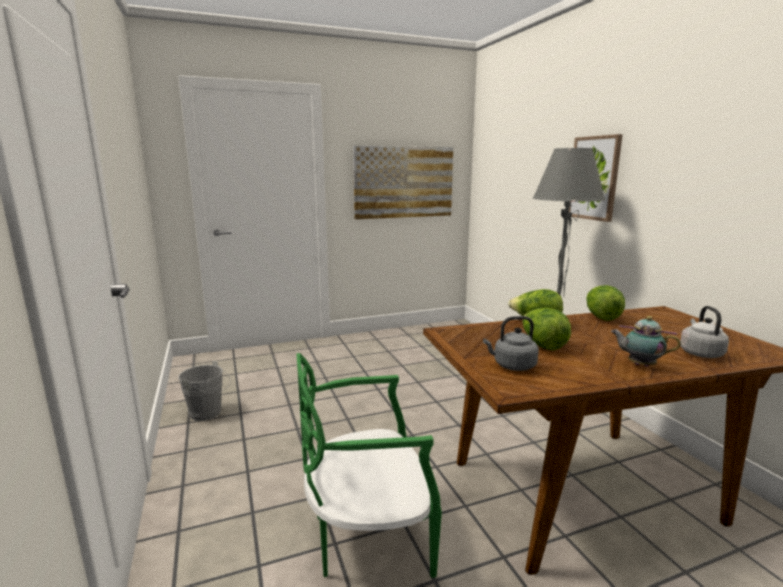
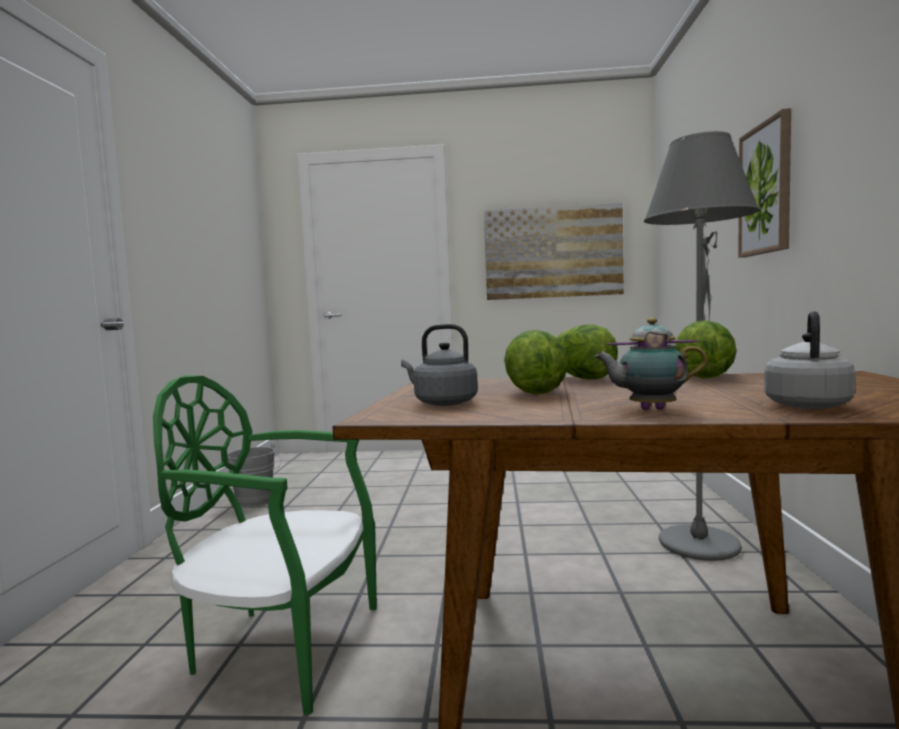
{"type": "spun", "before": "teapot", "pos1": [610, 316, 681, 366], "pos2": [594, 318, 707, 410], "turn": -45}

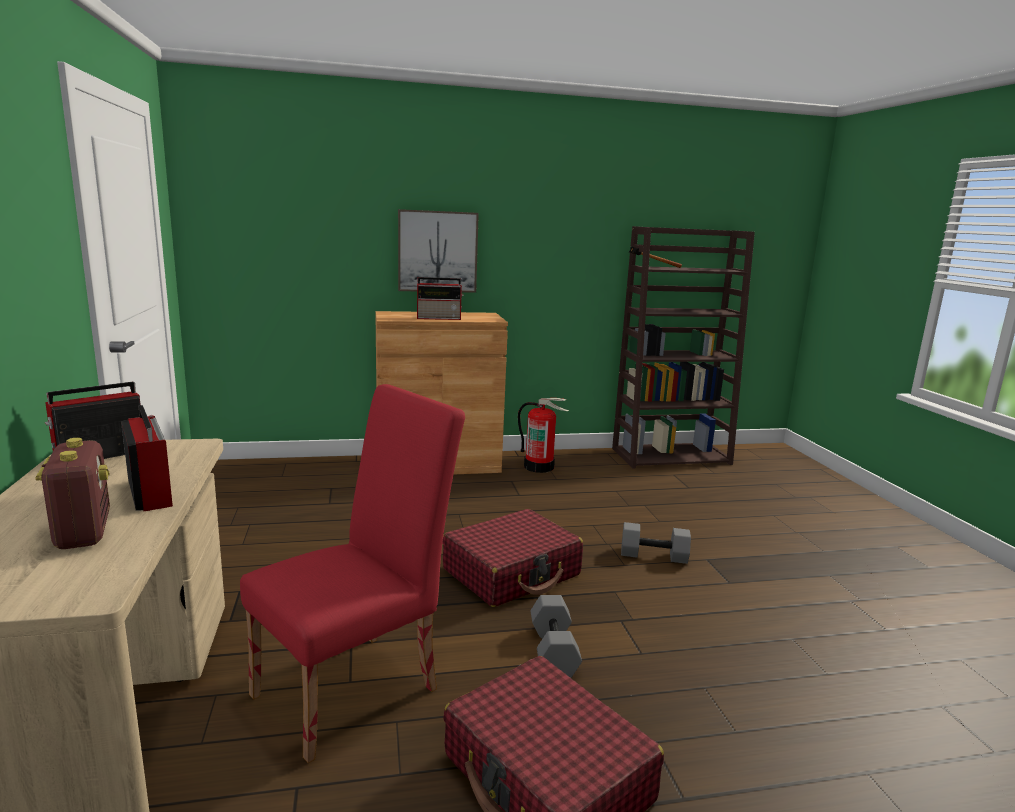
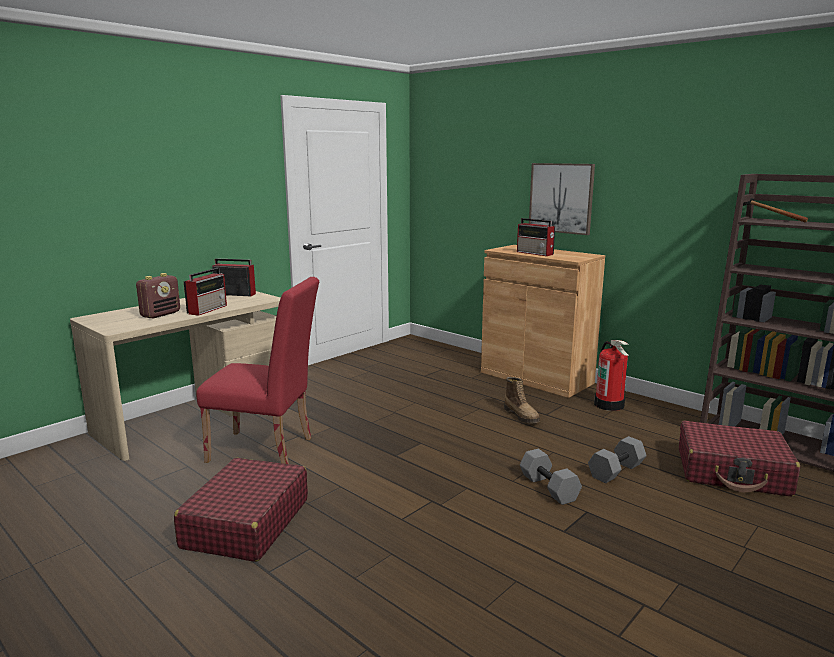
{"type": "appeared", "after": "boot", "pos2": [504, 377, 540, 423]}
{"type": "relocated", "before": "dumbbell in grey", "pos1": [530, 595, 582, 678], "pos2": [588, 436, 647, 483]}
{"type": "relocated", "before": "suitcase in red", "pos1": [442, 509, 583, 607], "pos2": [679, 421, 800, 497]}

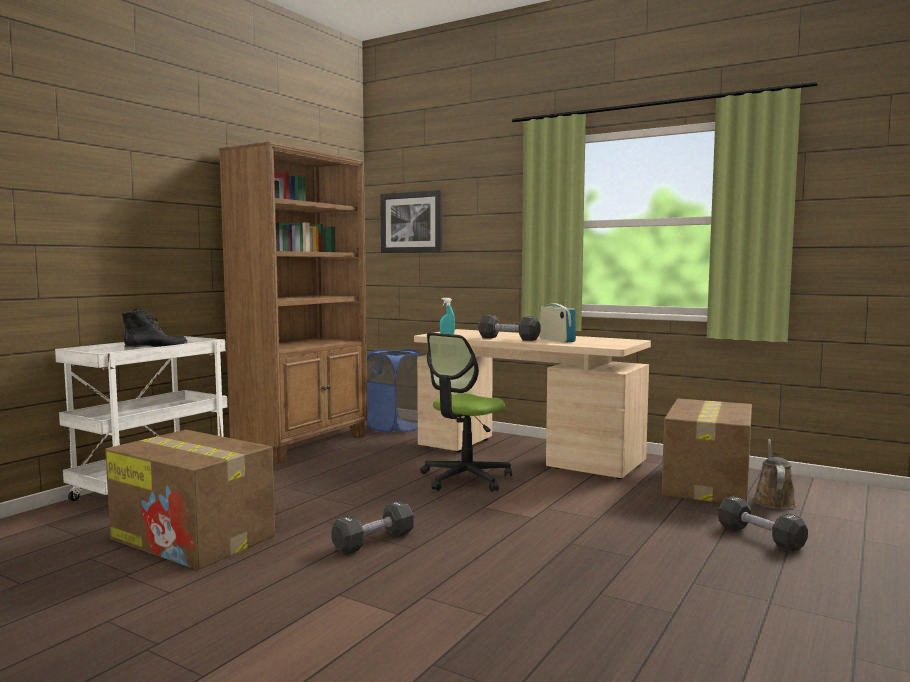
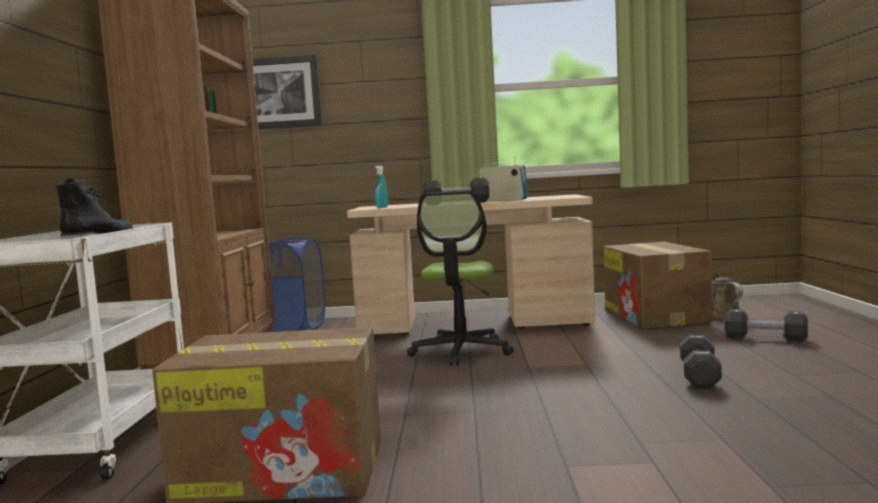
{"type": "relocated", "before": "dumbbell in black", "pos1": [331, 501, 414, 555], "pos2": [680, 335, 722, 388]}

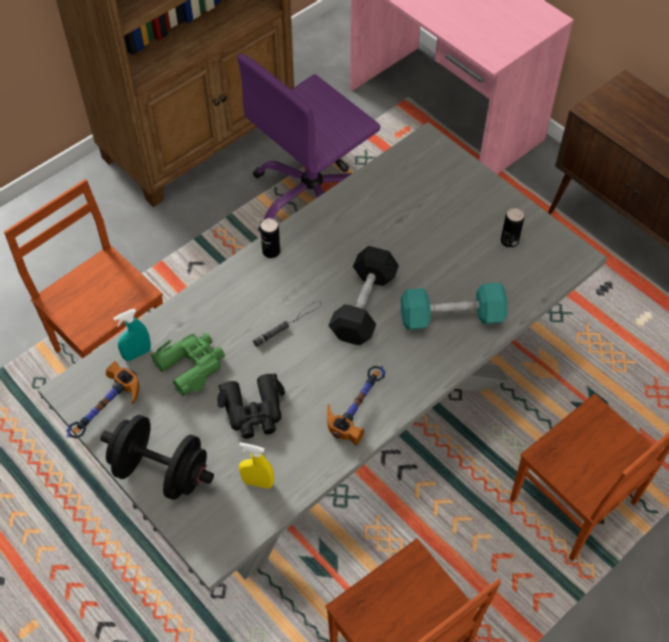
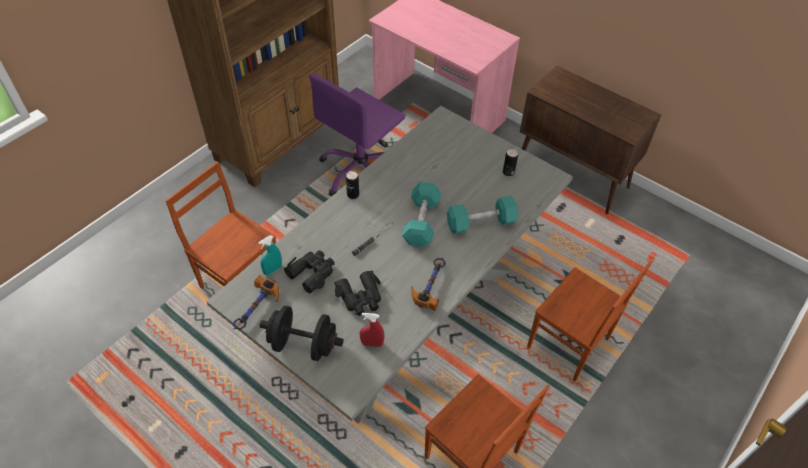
{"type": "colour", "before": "binoculars in green", "after": "binoculars in black", "pos1": [151, 333, 225, 396], "pos2": [283, 250, 335, 293]}
{"type": "colour", "before": "spray bottle in yellow", "after": "spray bottle in red", "pos1": [239, 442, 274, 489], "pos2": [360, 313, 384, 347]}
{"type": "colour", "before": "dumbbell in black", "after": "dumbbell in turquoise", "pos1": [328, 246, 399, 345], "pos2": [402, 182, 442, 247]}

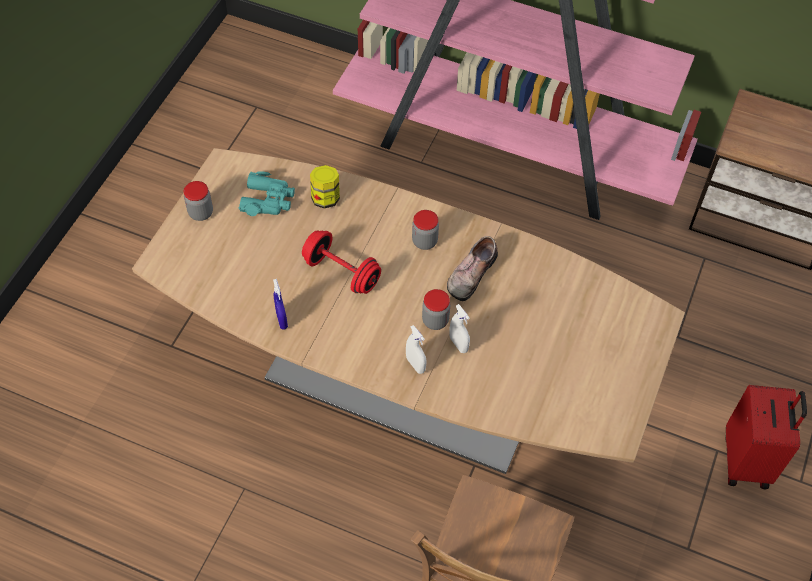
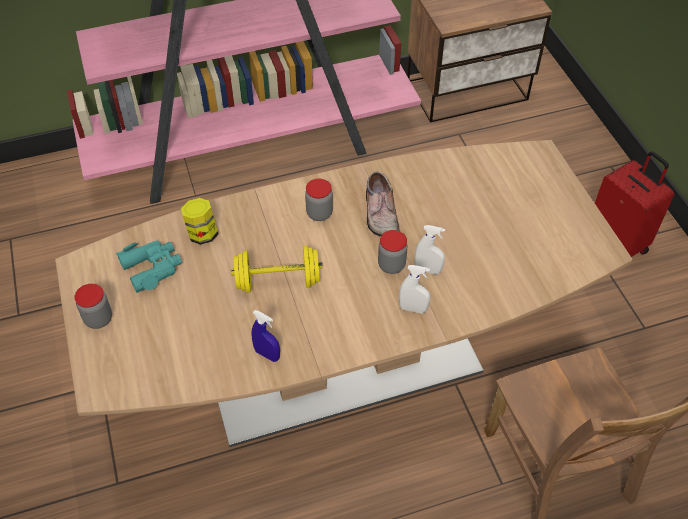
{"type": "colour", "before": "dumbbell in red", "after": "dumbbell in yellow", "pos1": [302, 230, 381, 294], "pos2": [231, 246, 322, 293]}

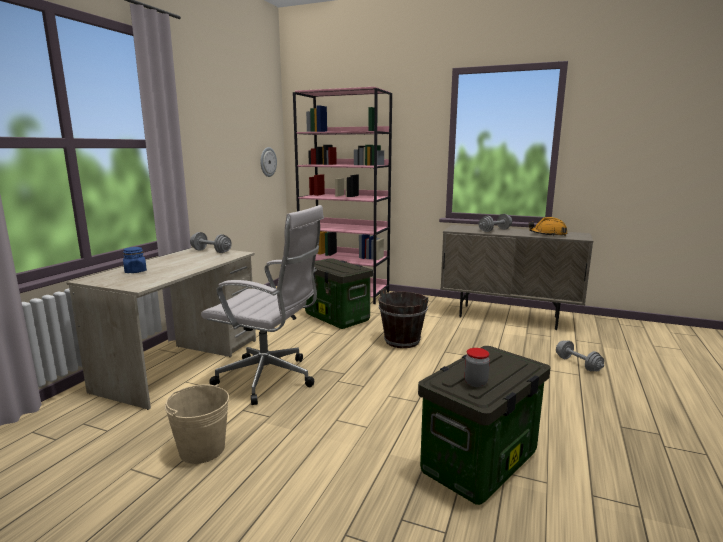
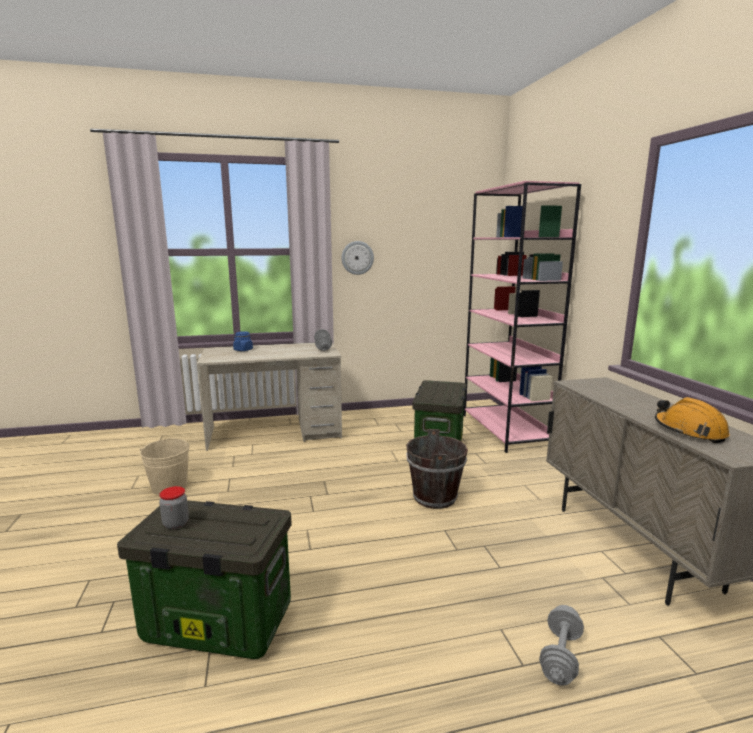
{"type": "relocated", "before": "wall clock", "pos1": [261, 147, 277, 177], "pos2": [341, 241, 374, 275]}
{"type": "missing", "before": "office chair in white", "pos1": [201, 205, 324, 405]}
{"type": "missing", "before": "dumbbell in grey", "pos1": [478, 214, 512, 232]}

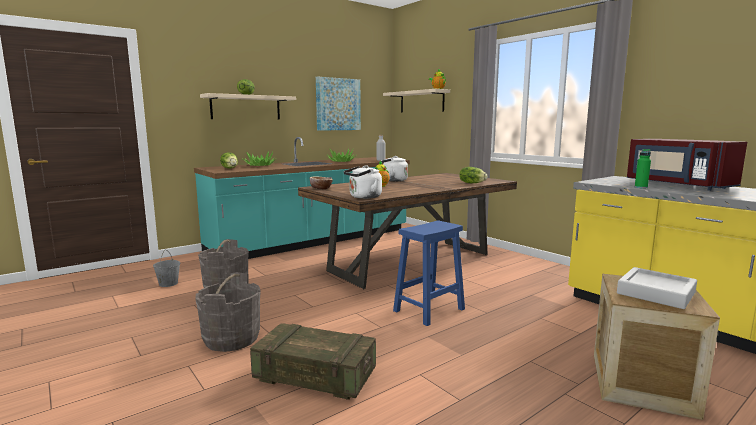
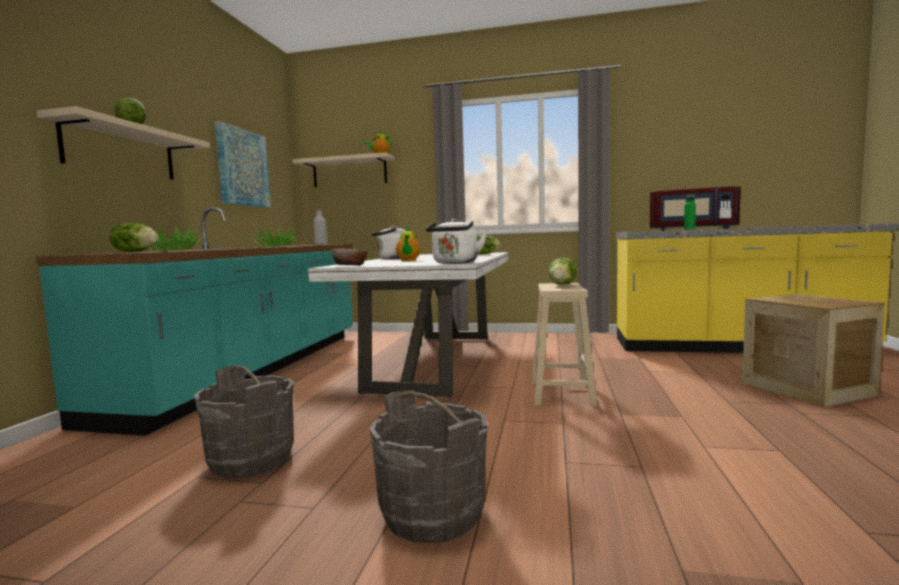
{"type": "colour", "before": "dining table in brown", "after": "dining table in white", "pos1": [298, 173, 517, 290], "pos2": [308, 252, 508, 397]}
{"type": "colour", "before": "stool in blue", "after": "stool in beige", "pos1": [393, 221, 465, 326], "pos2": [532, 283, 597, 407]}
{"type": "appeared", "after": "lettuce", "pos2": [549, 257, 577, 285]}
{"type": "missing", "before": "bucket in grey", "pos1": [153, 250, 180, 287]}
{"type": "missing", "before": "crate", "pos1": [250, 323, 376, 400]}
{"type": "missing", "before": "tray in grey", "pos1": [617, 267, 697, 309]}

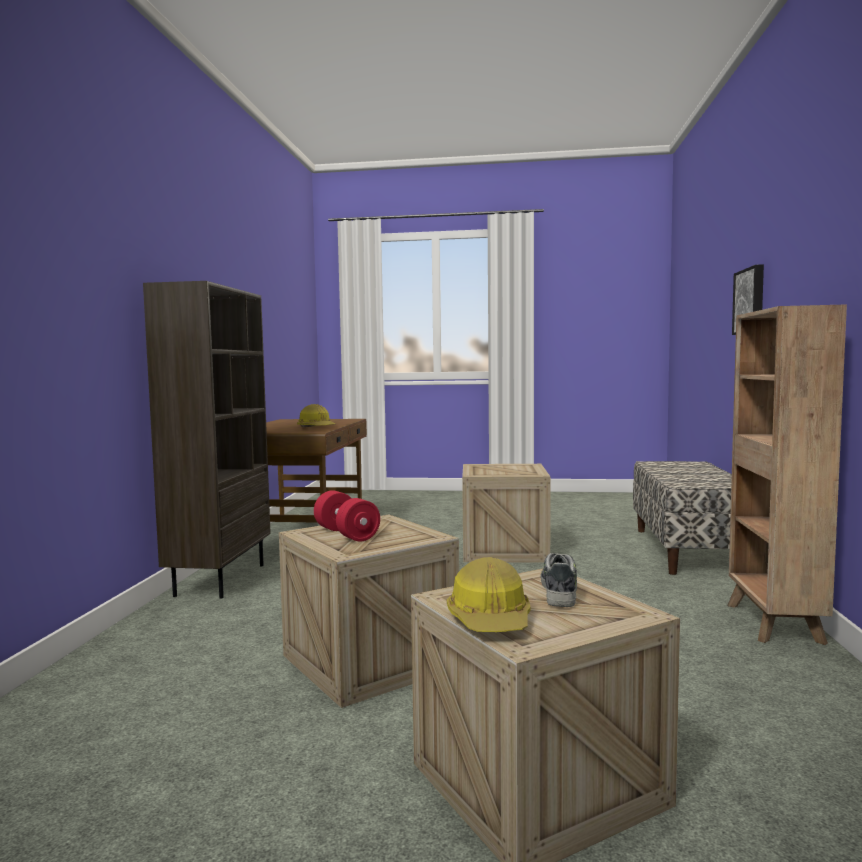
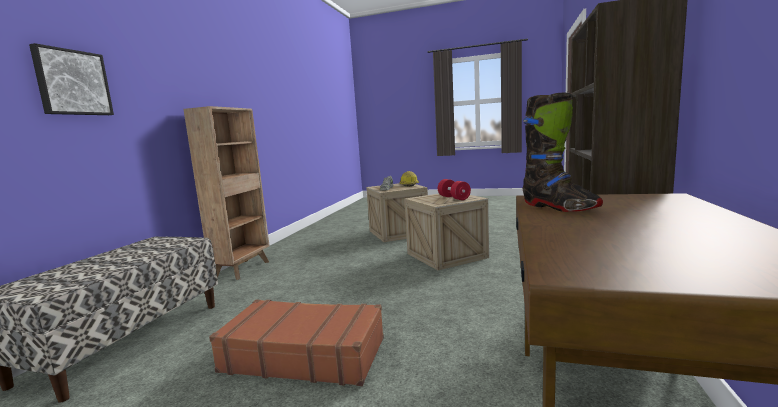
{"type": "exchanged", "before": "crate", "after": "suitcase in brown", "pos1": [462, 464, 551, 563], "pos2": [209, 300, 384, 386]}
{"type": "exchanged", "before": "hard hat", "after": "boot in black", "pos1": [297, 404, 336, 427], "pos2": [523, 93, 603, 212]}

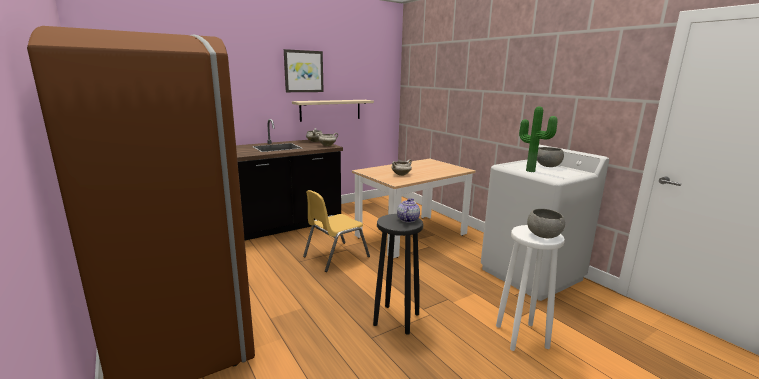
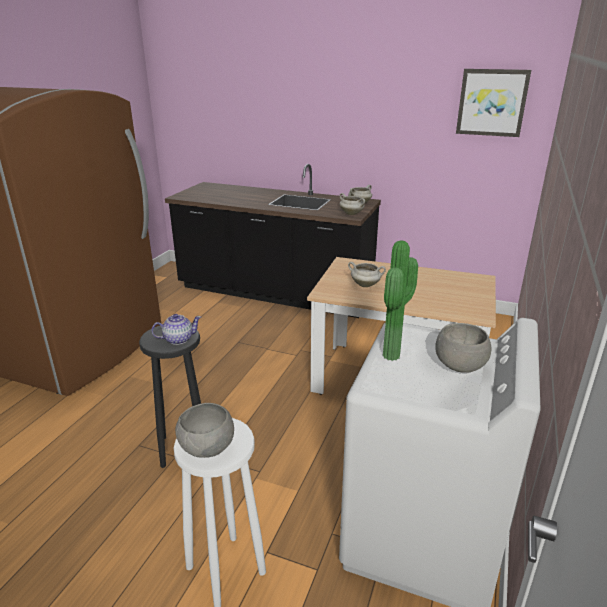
{"type": "relocated", "before": "picture", "pos1": [284, 49, 324, 92], "pos2": [456, 69, 531, 137]}
{"type": "missing", "before": "shelf in beige", "pos1": [292, 100, 374, 122]}
{"type": "missing", "before": "chair in yellow", "pos1": [303, 190, 370, 272]}

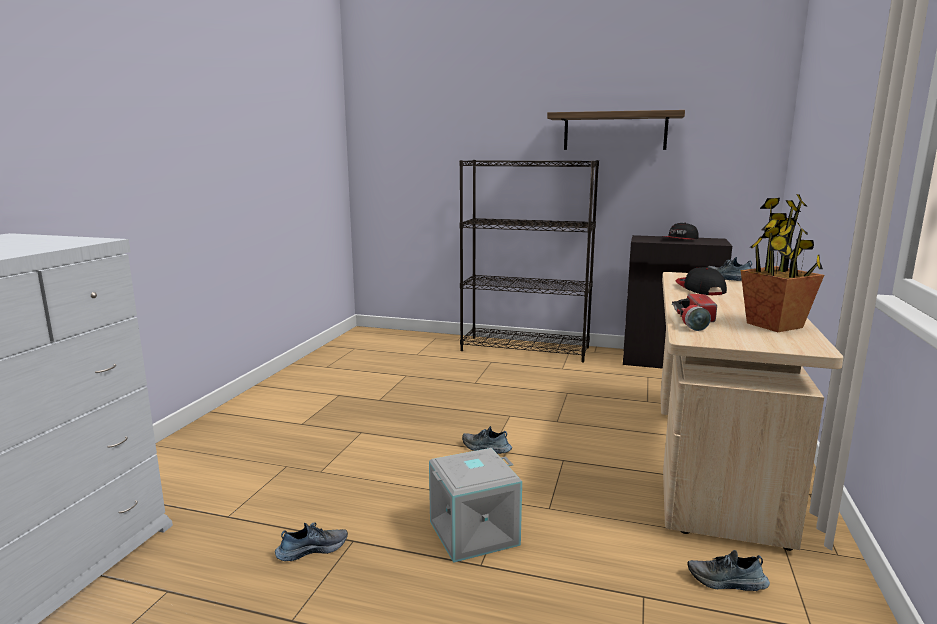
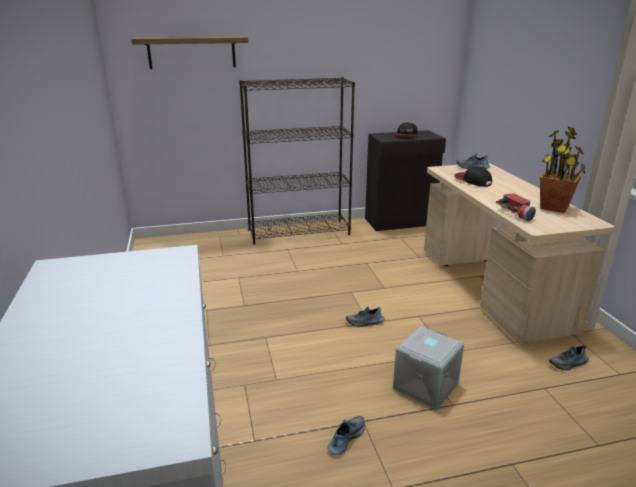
{"type": "relocated", "before": "shelf", "pos1": [547, 110, 685, 150], "pos2": [131, 36, 248, 69]}

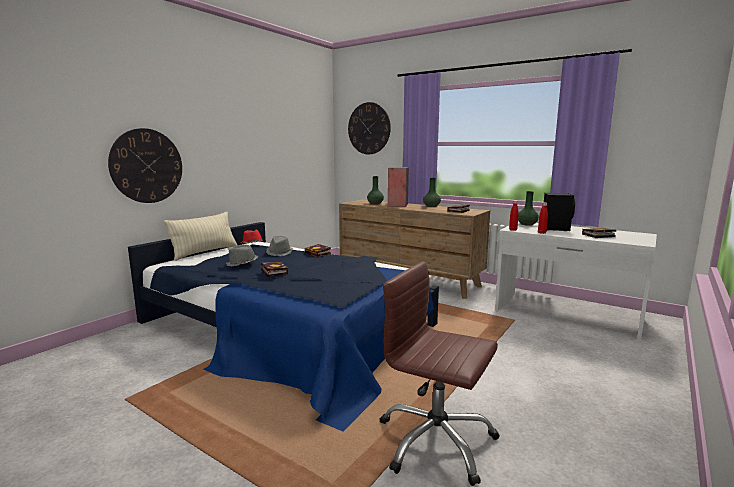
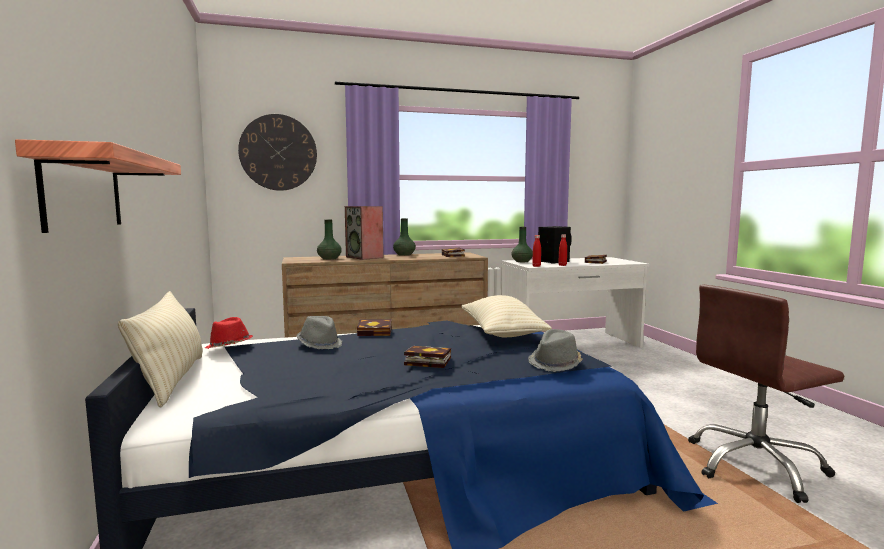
{"type": "exchanged", "before": "wall clock", "after": "shelf", "pos1": [108, 128, 182, 203], "pos2": [15, 139, 181, 233]}
{"type": "appeared", "after": "pillow in beige", "pos2": [461, 295, 552, 337]}
{"type": "relocated", "before": "hat in grey", "pos1": [226, 244, 258, 266], "pos2": [528, 329, 583, 372]}

